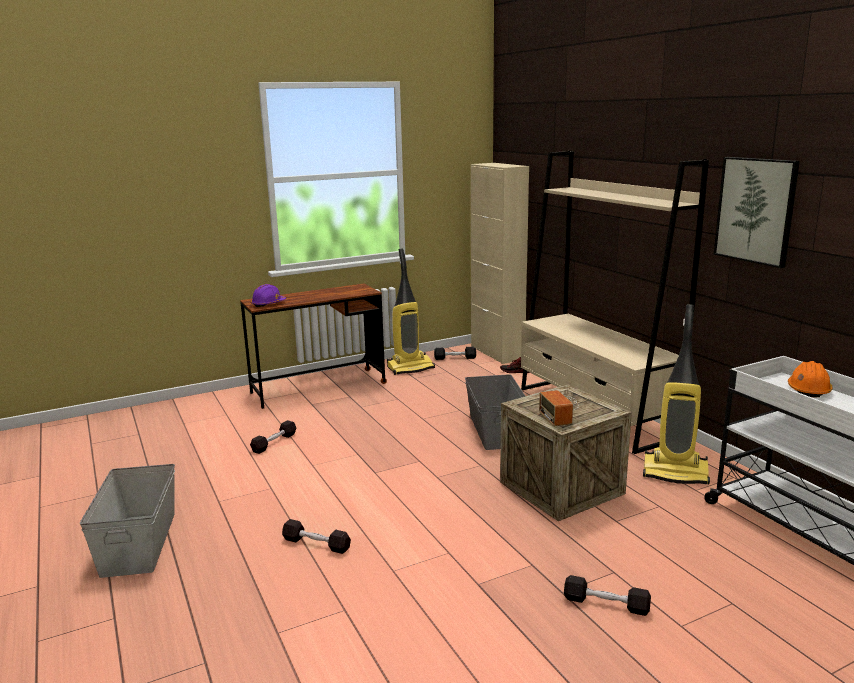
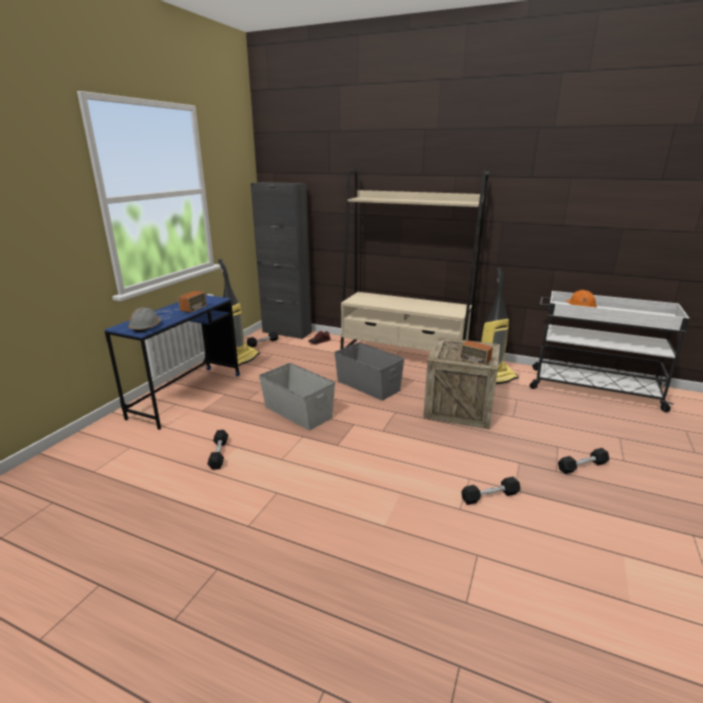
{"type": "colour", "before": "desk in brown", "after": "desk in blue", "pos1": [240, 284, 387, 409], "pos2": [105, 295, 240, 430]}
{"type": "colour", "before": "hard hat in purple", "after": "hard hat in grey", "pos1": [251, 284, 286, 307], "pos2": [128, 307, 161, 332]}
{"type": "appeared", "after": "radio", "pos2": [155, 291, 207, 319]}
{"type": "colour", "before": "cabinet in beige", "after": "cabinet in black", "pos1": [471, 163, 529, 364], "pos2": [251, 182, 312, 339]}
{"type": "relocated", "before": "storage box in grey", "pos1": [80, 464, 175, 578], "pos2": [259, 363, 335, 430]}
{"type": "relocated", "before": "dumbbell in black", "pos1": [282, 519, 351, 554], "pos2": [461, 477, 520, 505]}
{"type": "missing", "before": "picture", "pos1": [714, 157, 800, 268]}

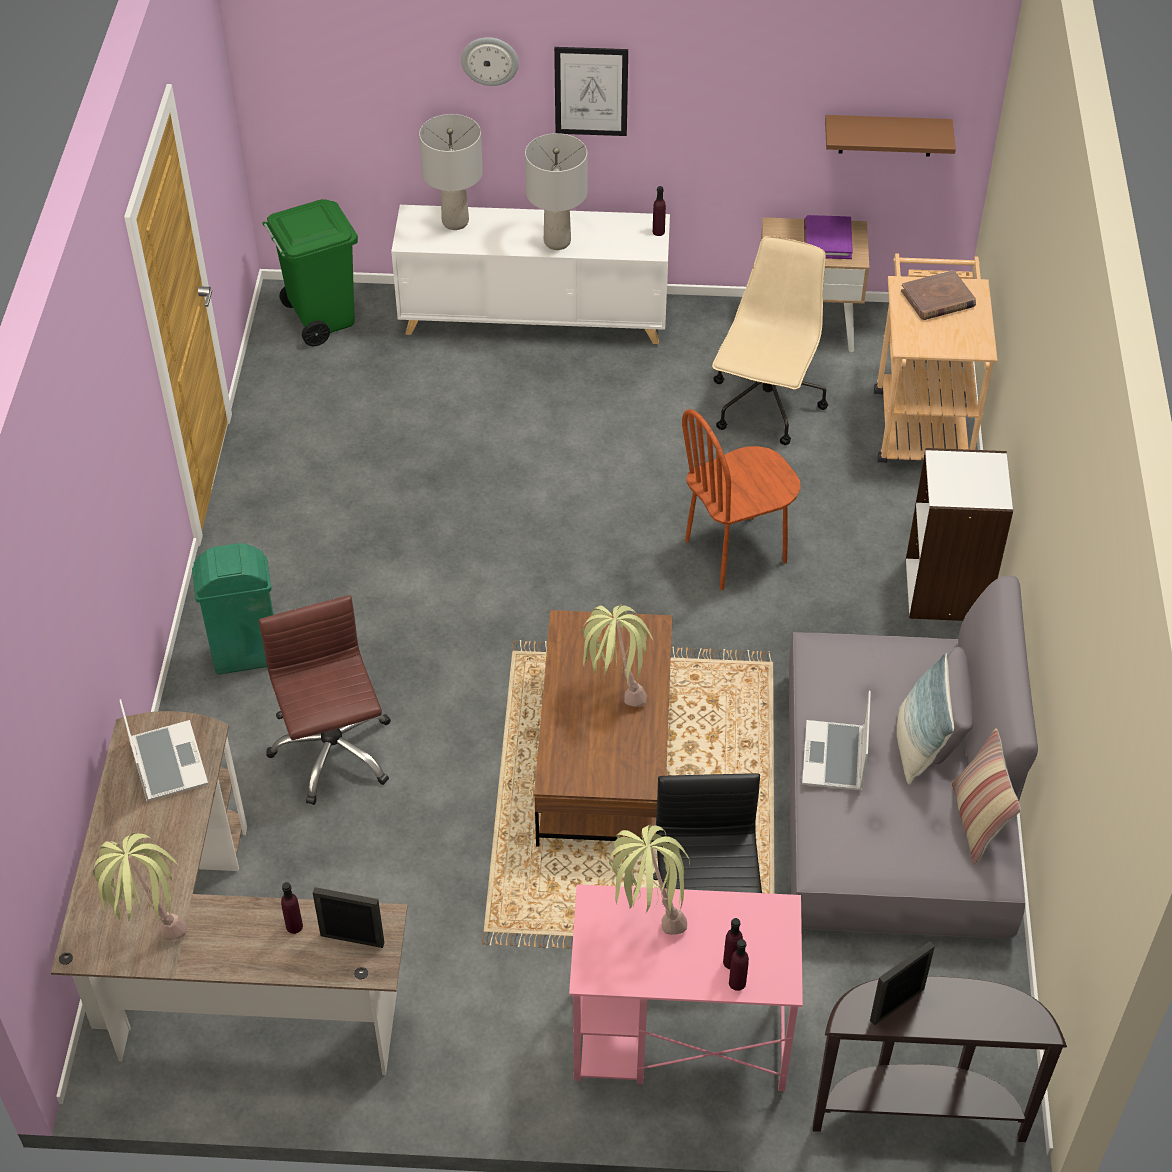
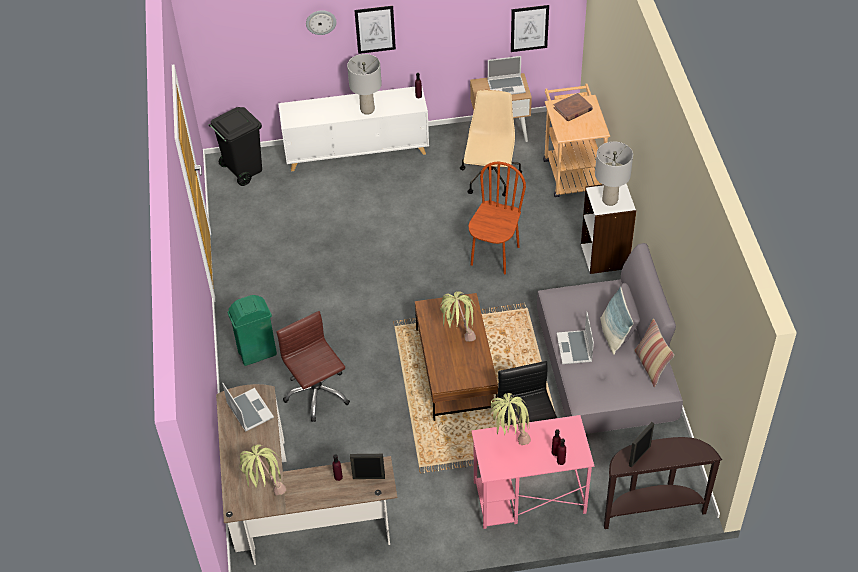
{"type": "colour", "before": "trash can in green", "after": "trash can in black", "pos1": [262, 199, 358, 346], "pos2": [209, 107, 262, 186]}
{"type": "spun", "before": "chair in brown", "pos1": [682, 409, 801, 590], "pos2": [468, 162, 526, 275], "turn": 150}
{"type": "exchanged", "before": "book in purple", "after": "laptop", "pos1": [804, 215, 853, 259], "pos2": [488, 56, 526, 95]}
{"type": "exchanged", "before": "shelf in brown", "after": "picture", "pos1": [825, 115, 956, 157], "pos2": [511, 5, 549, 52]}
{"type": "relocated", "before": "table lamp in grey", "pos1": [419, 114, 483, 230], "pos2": [595, 142, 633, 206]}

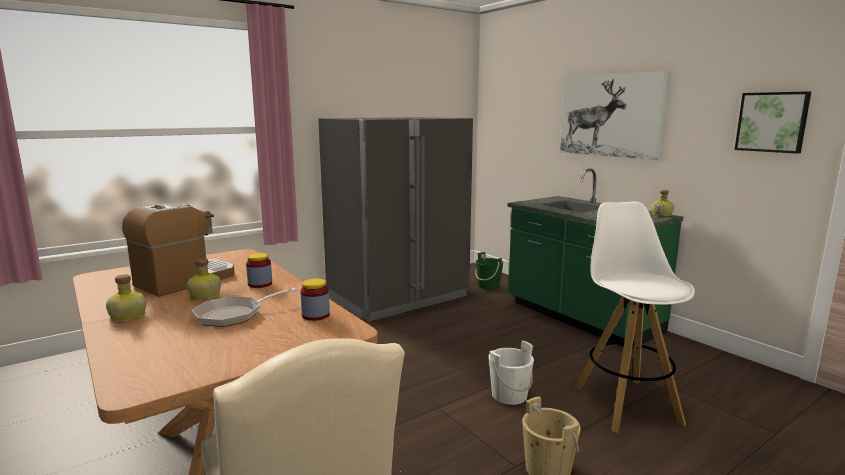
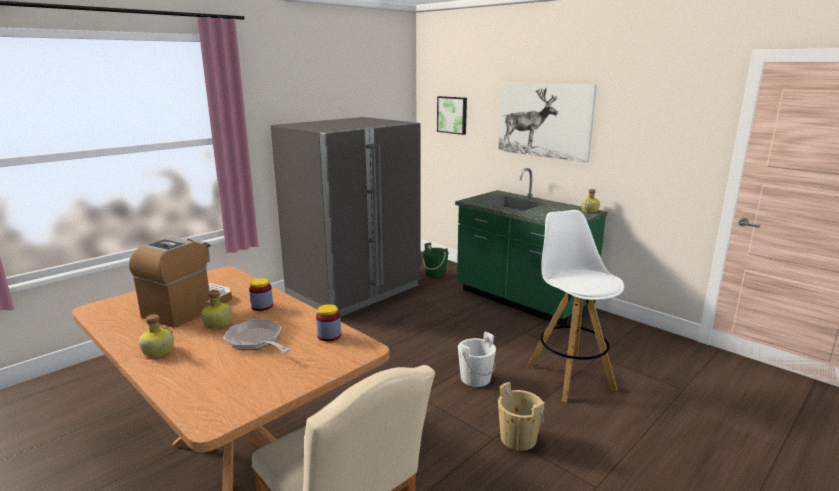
{"type": "spun", "before": "frying pan", "pos1": [192, 288, 298, 327], "pos2": [223, 320, 291, 353], "turn": 90}
{"type": "relocated", "before": "picture", "pos1": [735, 91, 811, 154], "pos2": [437, 96, 467, 135]}

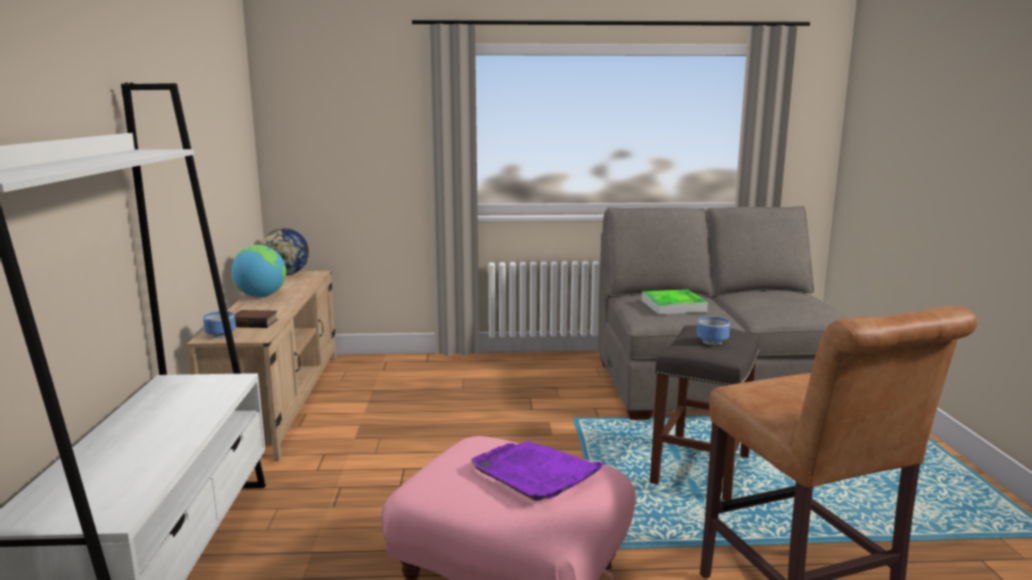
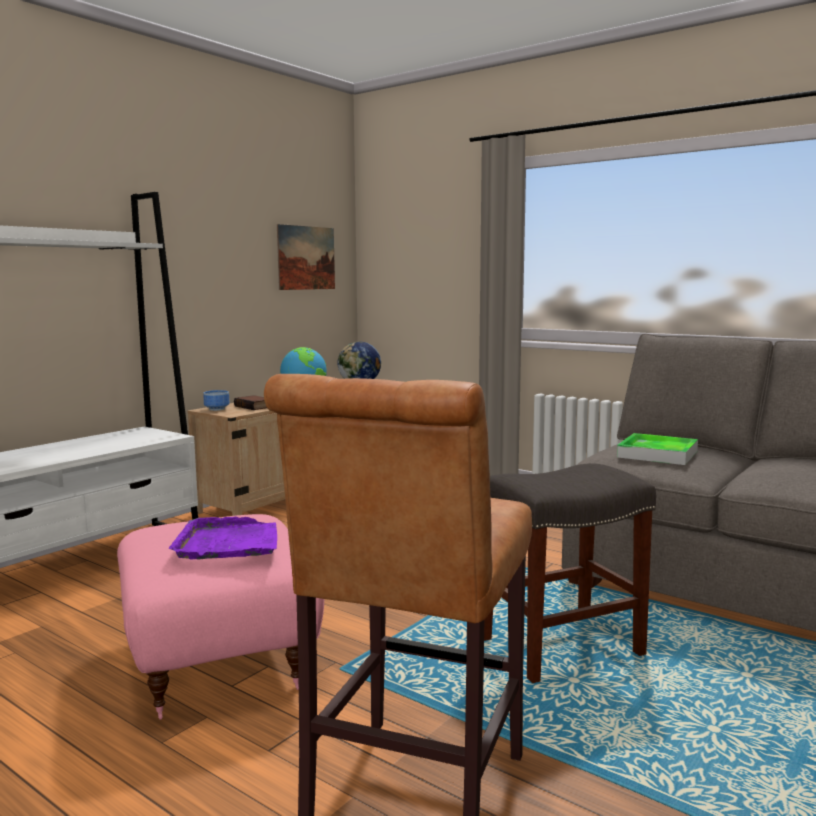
{"type": "appeared", "after": "picture", "pos2": [277, 224, 335, 290]}
{"type": "missing", "before": "bowl", "pos1": [697, 317, 730, 345]}

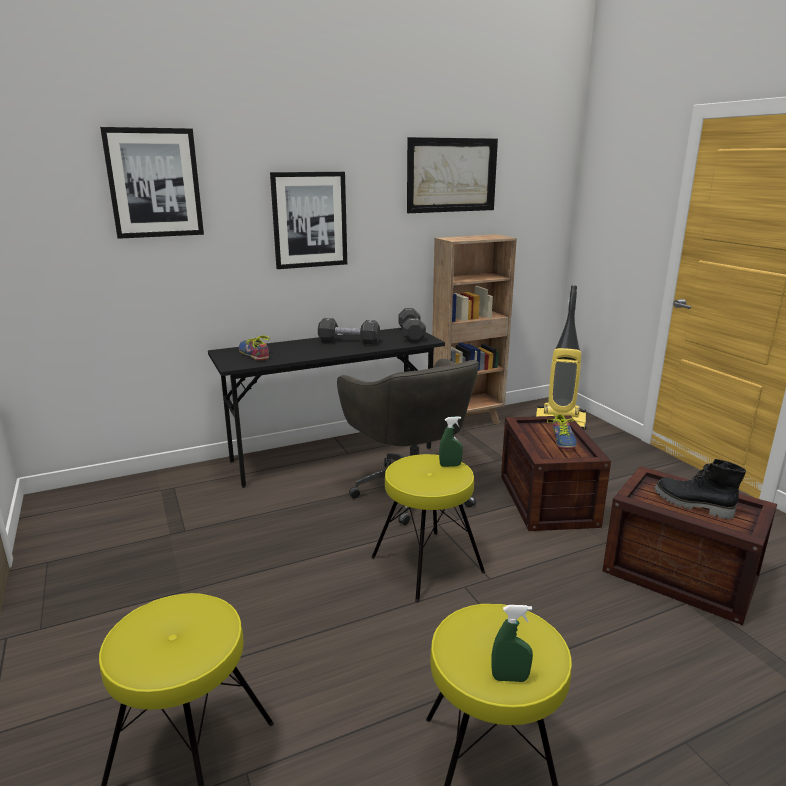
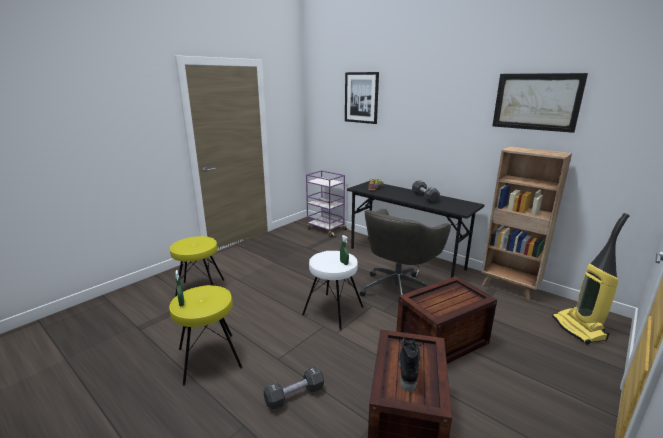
{"type": "relocated", "before": "dumbbell in black", "pos1": [399, 308, 426, 342], "pos2": [264, 366, 324, 410]}
{"type": "colour", "before": "stool in yellow", "after": "stool in white", "pos1": [371, 454, 485, 603], "pos2": [302, 251, 363, 331]}
{"type": "appeared", "after": "cart in purple", "pos2": [306, 170, 348, 237]}
{"type": "missing", "before": "picture", "pos1": [270, 172, 347, 269]}
{"type": "missing", "before": "shoe", "pos1": [547, 414, 577, 449]}

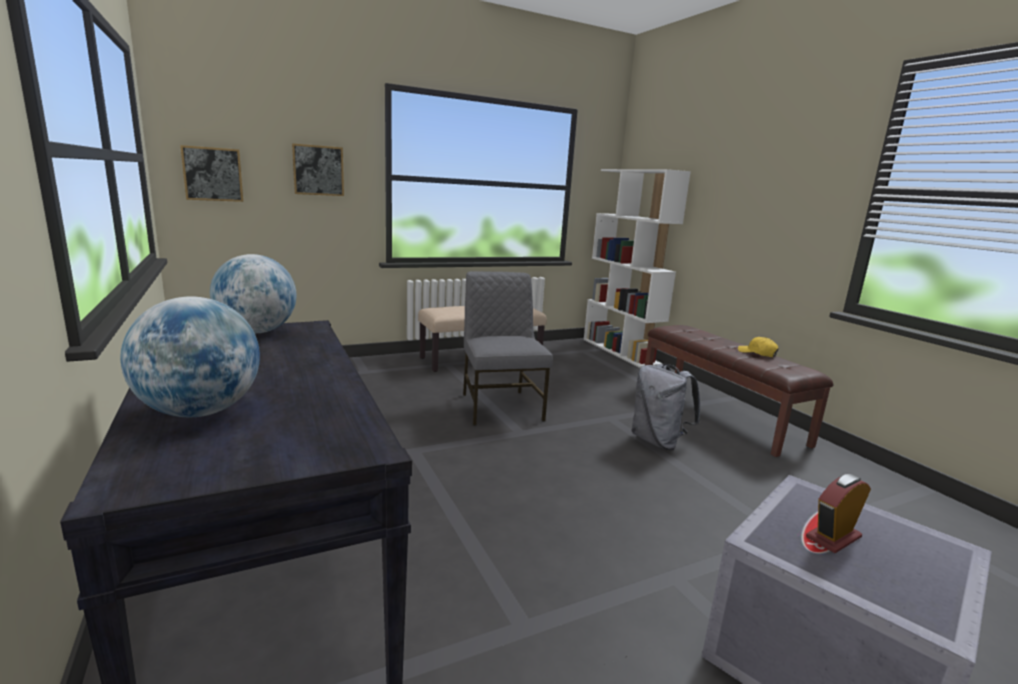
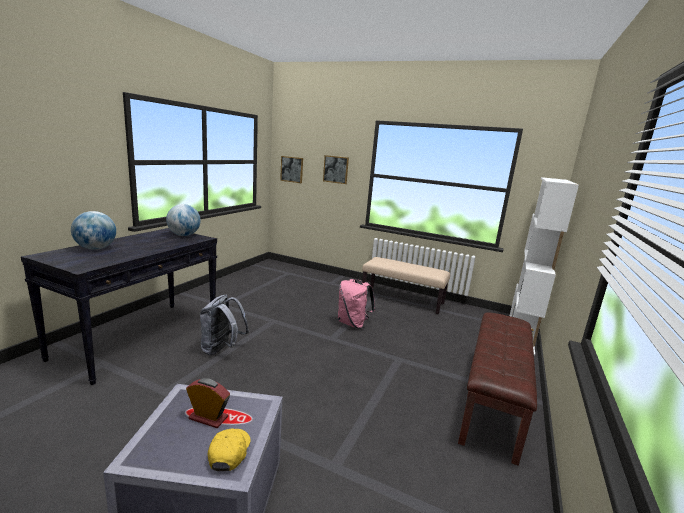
{"type": "relocated", "before": "backpack in grey", "pos1": [631, 364, 700, 451], "pos2": [200, 294, 249, 355]}
{"type": "relocated", "before": "cap in yellow", "pos1": [738, 337, 778, 357], "pos2": [208, 429, 251, 471]}
{"type": "exchanged", "before": "chair in grey", "after": "backpack in pink", "pos1": [463, 271, 553, 426], "pos2": [338, 279, 375, 329]}

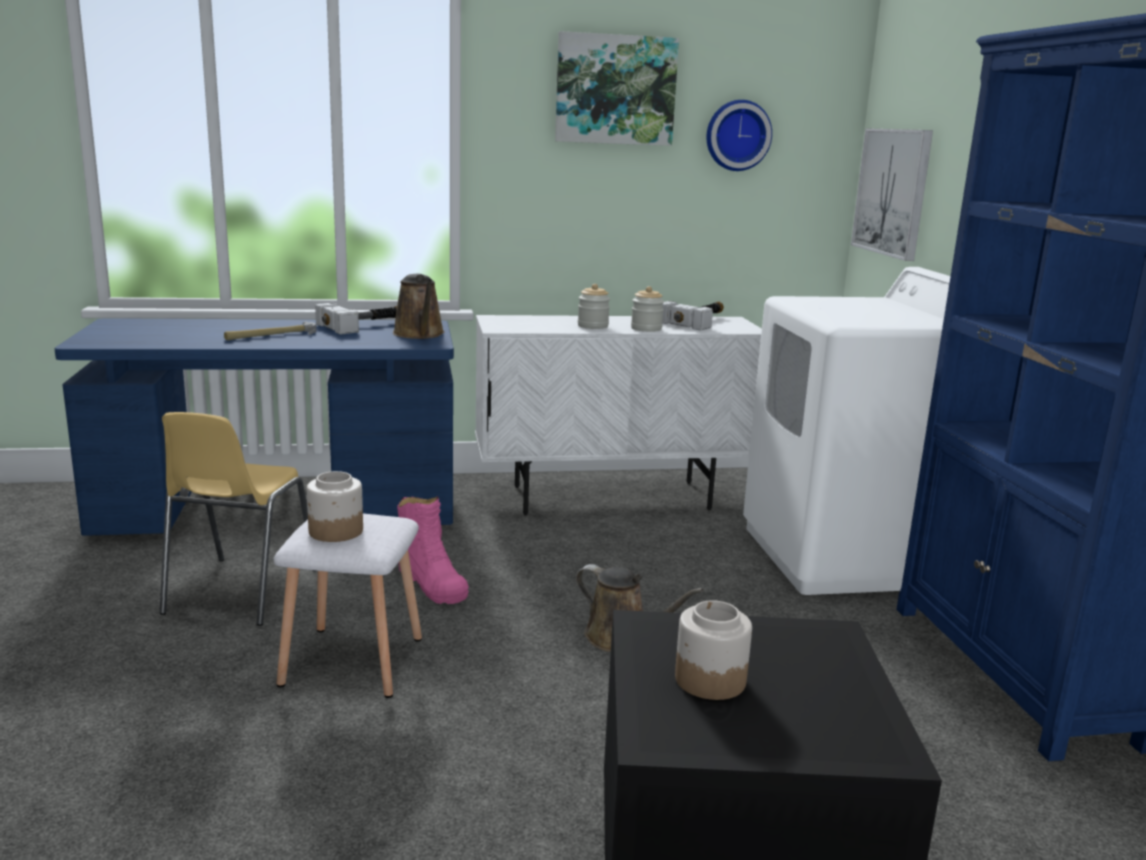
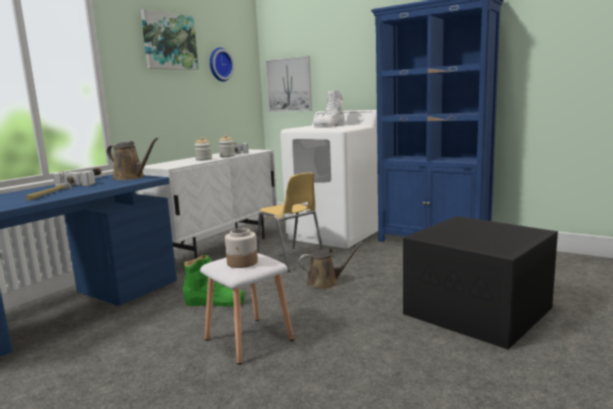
{"type": "colour", "before": "boot in pink", "after": "boot in green", "pos1": [397, 496, 469, 604], "pos2": [182, 254, 245, 307]}
{"type": "relocated", "before": "chair in yellow", "pos1": [160, 412, 315, 626], "pos2": [257, 173, 323, 272]}
{"type": "appeared", "after": "boot in white", "pos2": [313, 91, 345, 128]}
{"type": "missing", "before": "jar", "pos1": [675, 600, 752, 700]}

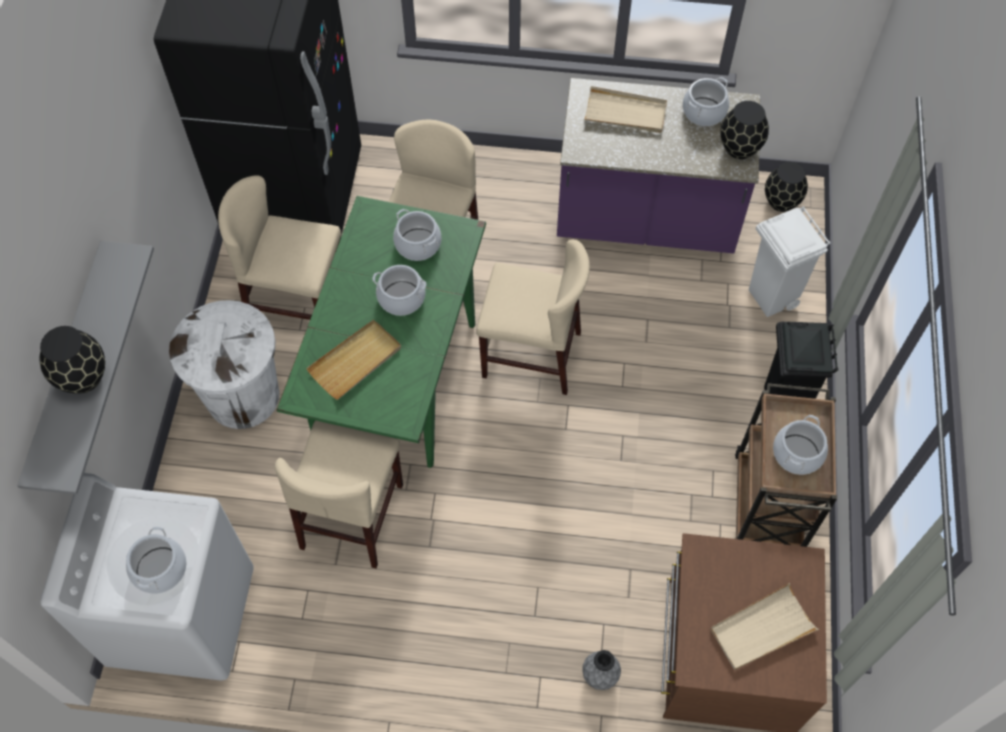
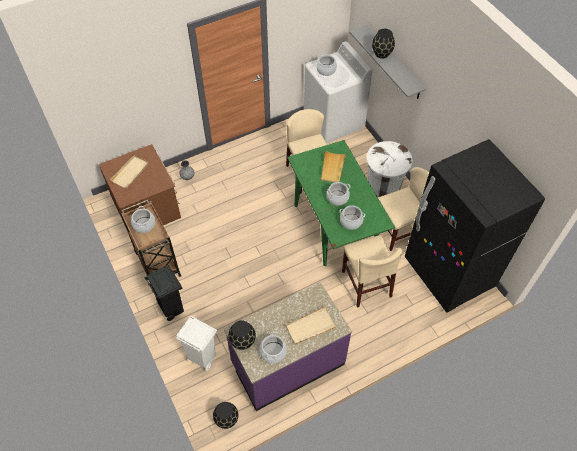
{"type": "missing", "before": "chair in beige", "pos1": [476, 240, 590, 395]}

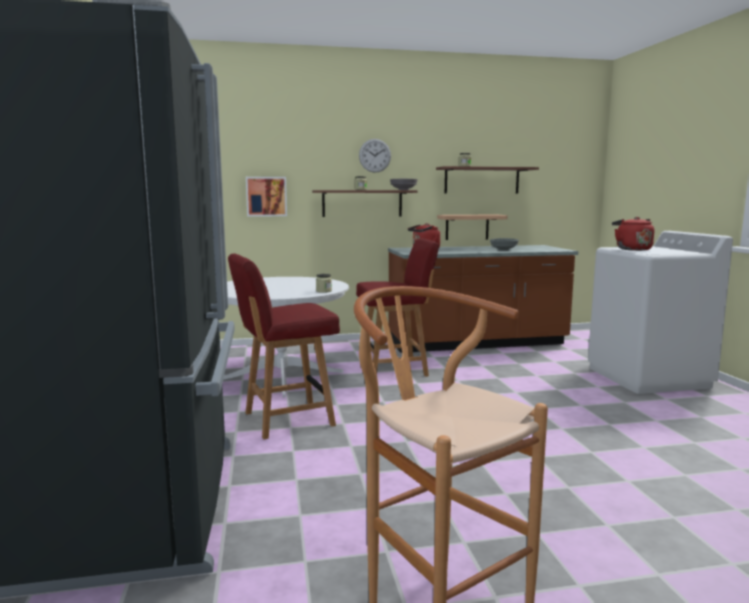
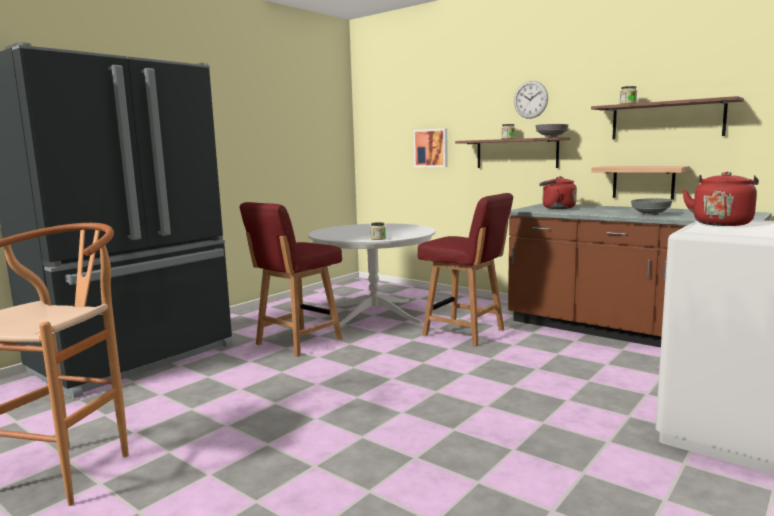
{"type": "spun", "before": "chair in red", "pos1": [228, 253, 340, 439], "pos2": [239, 202, 343, 357], "turn": -75}

